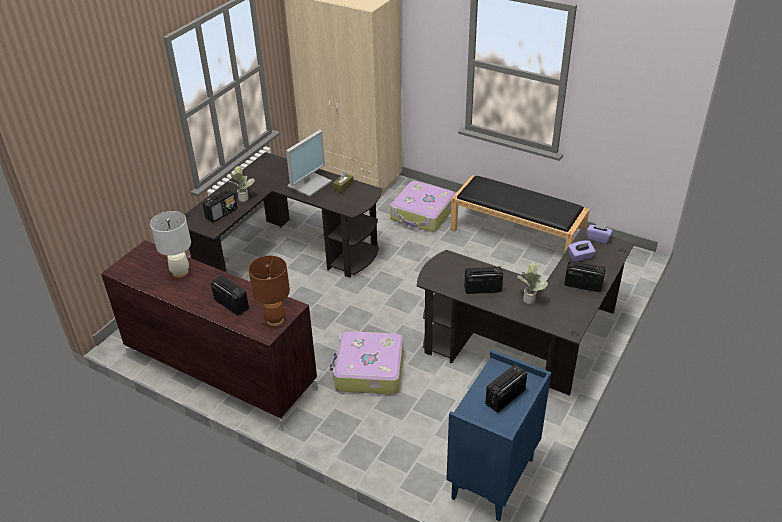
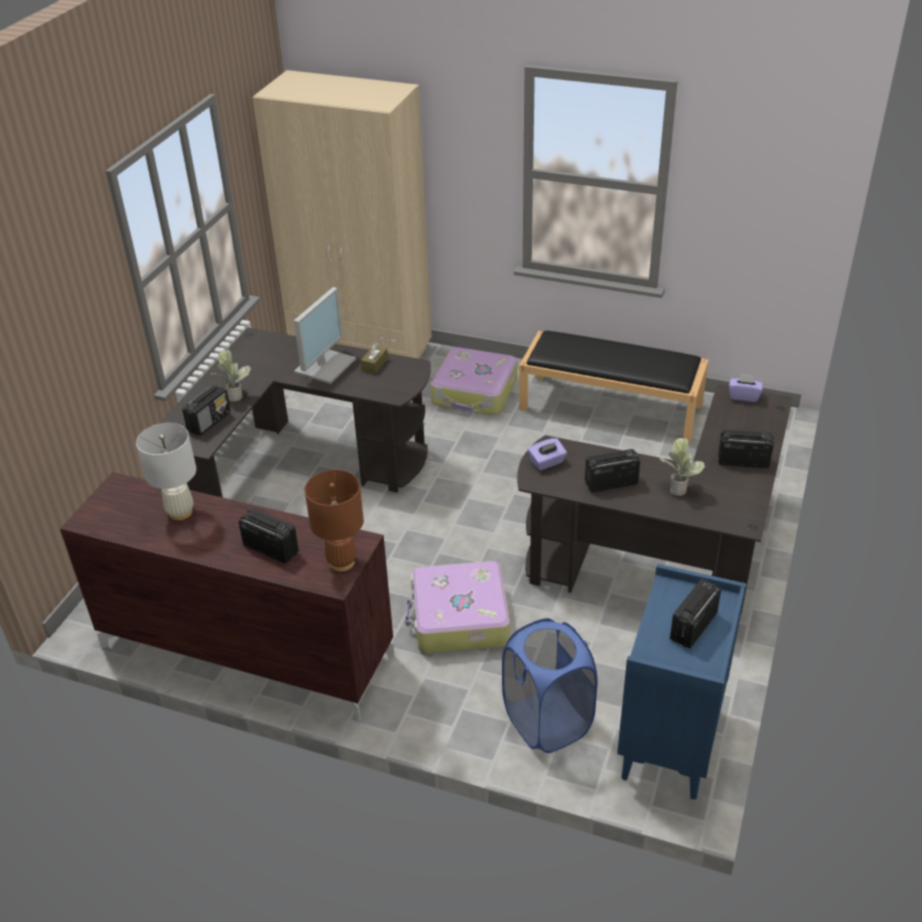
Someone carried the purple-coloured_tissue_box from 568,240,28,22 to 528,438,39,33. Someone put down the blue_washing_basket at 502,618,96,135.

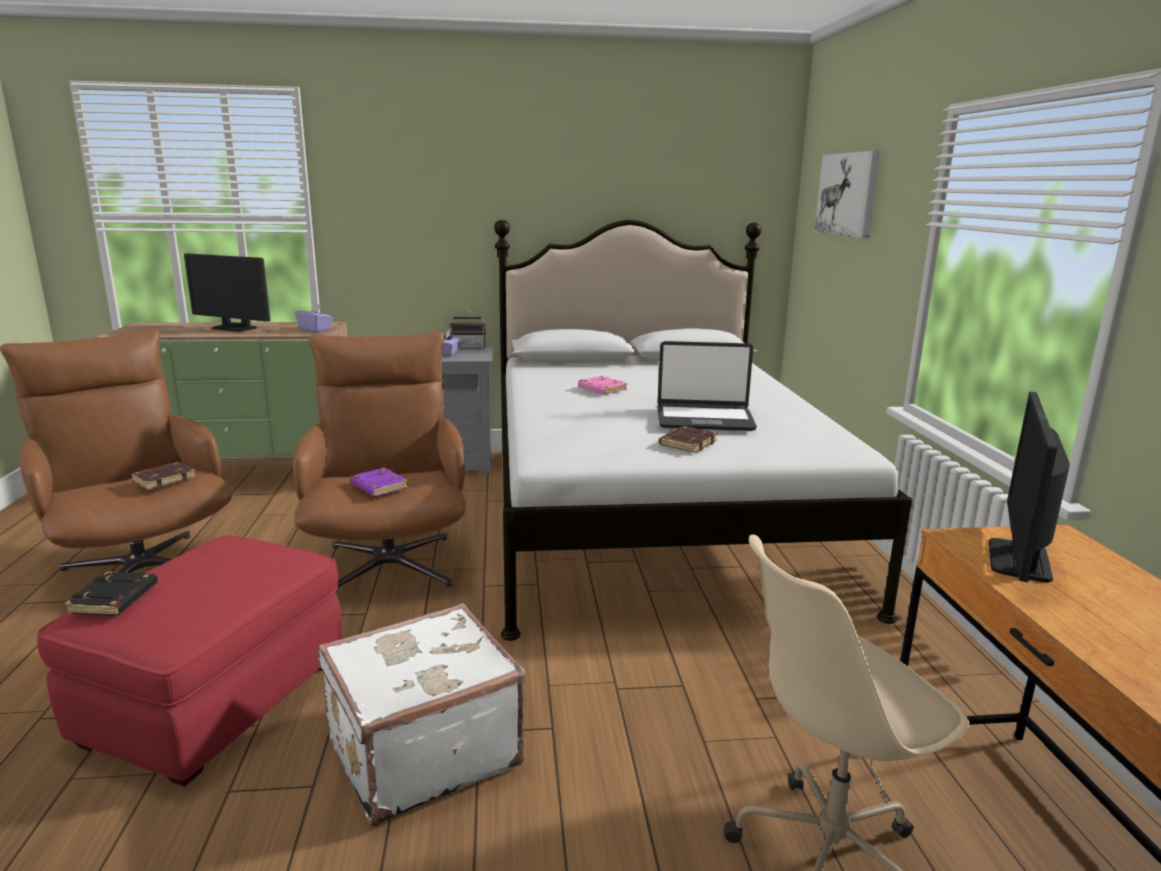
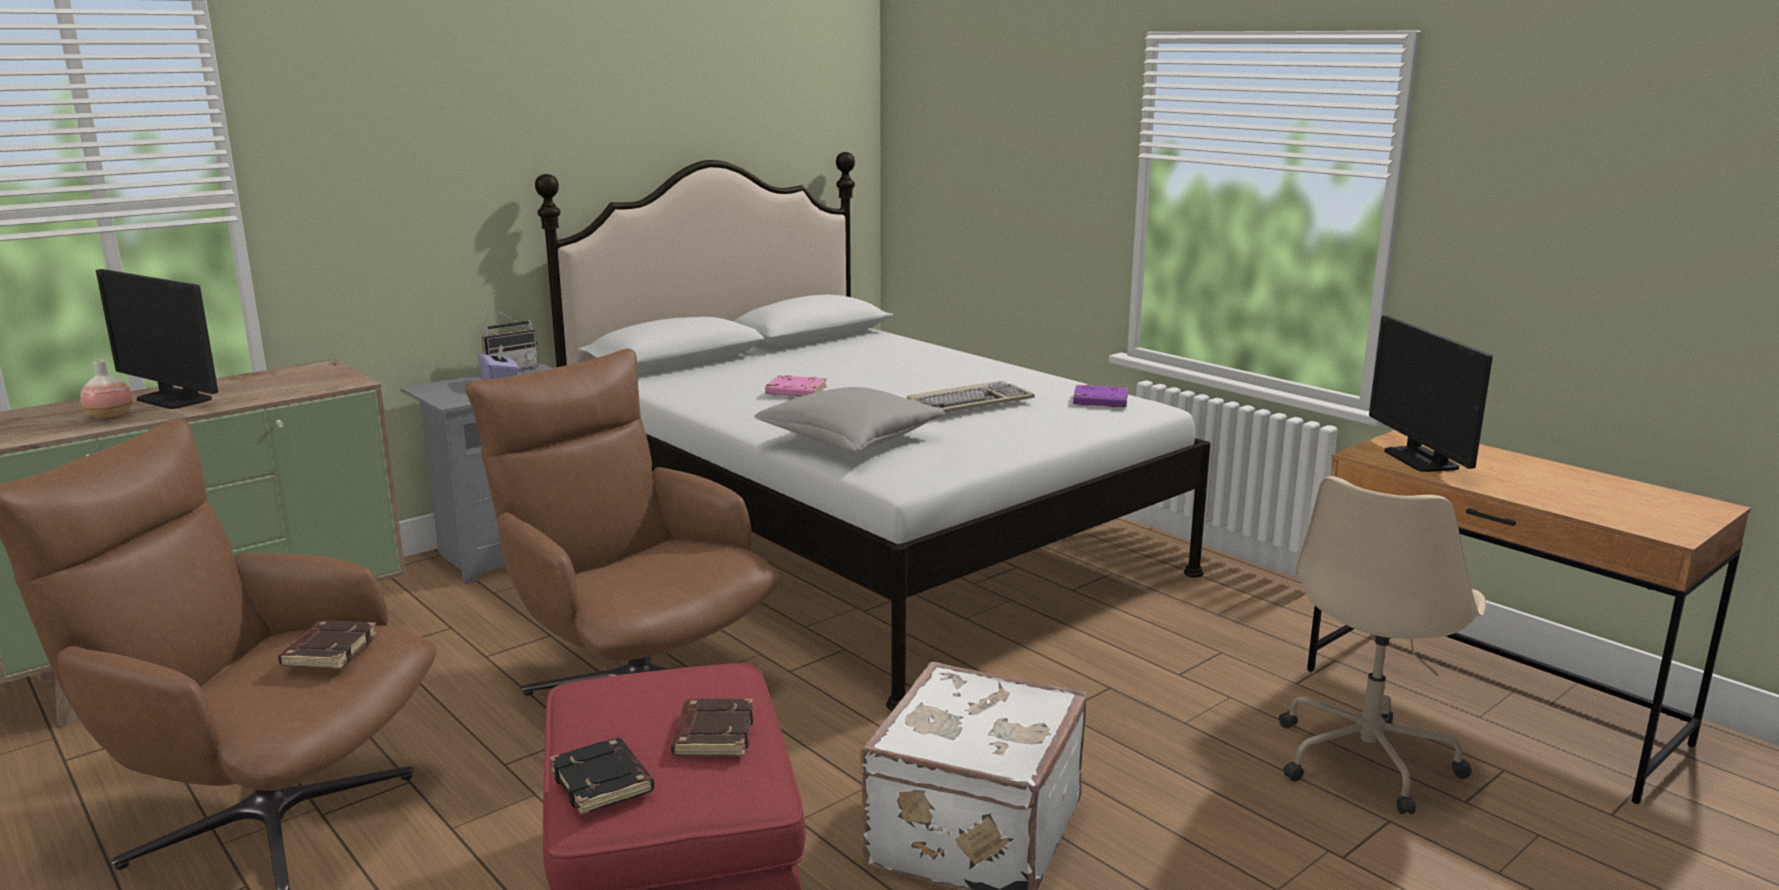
Someone rotated the computer_display at 184,253,86,79 by 45 degrees clockwise. Someone took away the purple-coloured_tissue_box at 295,303,38,30. Someone carried the purple-coloured_book from 350,468,58,28 to 1073,384,55,23. Someone swapped the laptop at 657,341,100,90 for the keyboard at 907,380,128,33. Someone carried the brown-coloured_book from 659,426,59,27 to 671,698,83,58. Someone took away the picture at 815,151,66,88. Someone put down the flower_vase at 80,360,53,60. Someone put down the grey_throw_pillow at 754,387,191,66.

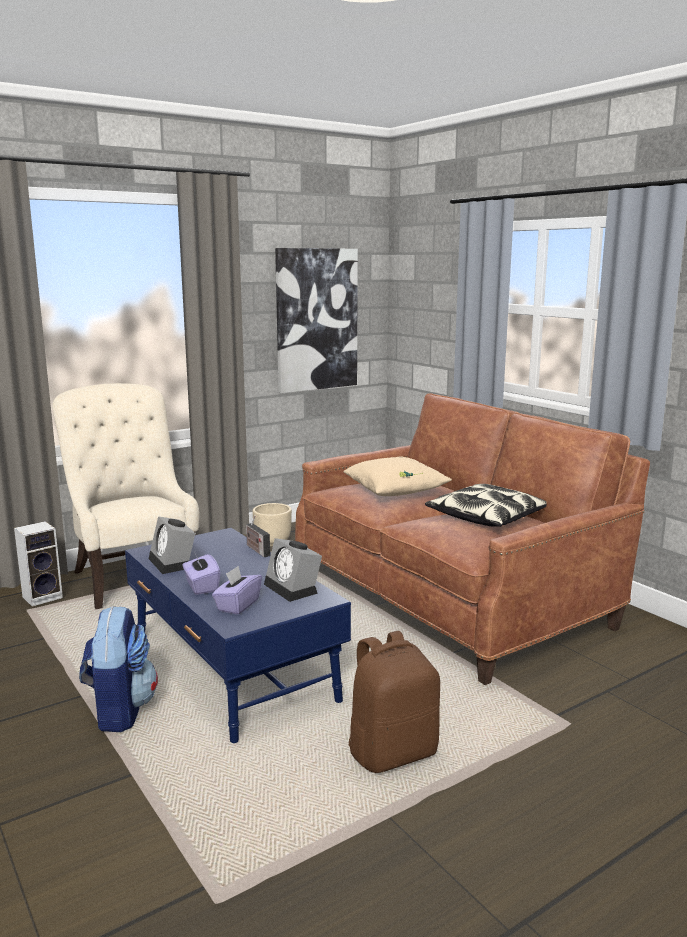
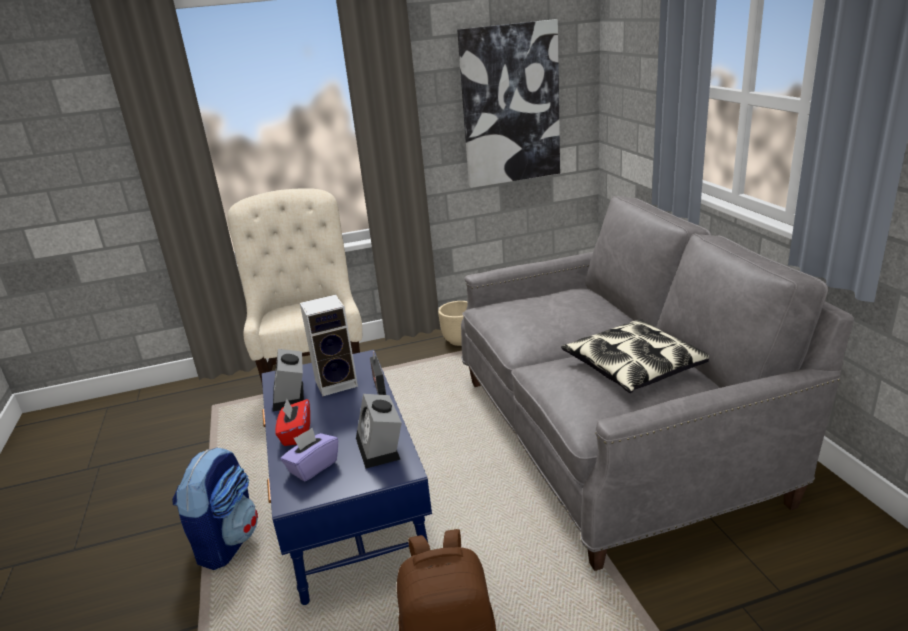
Someone carried the audio_speaker from 14,521,49,85 to 300,295,58,101. Someone repainted the purple-coloured_tissue_box at 182,552,38,43, which became the red-coloured_tissue_box at 275,399,35,47. Someone repainted the brown-coloured_couch at 295,393,355,292, which became the grey_couch at 461,196,393,375. Someone took away the beige-coloured_throw_pillow at 343,457,109,39.

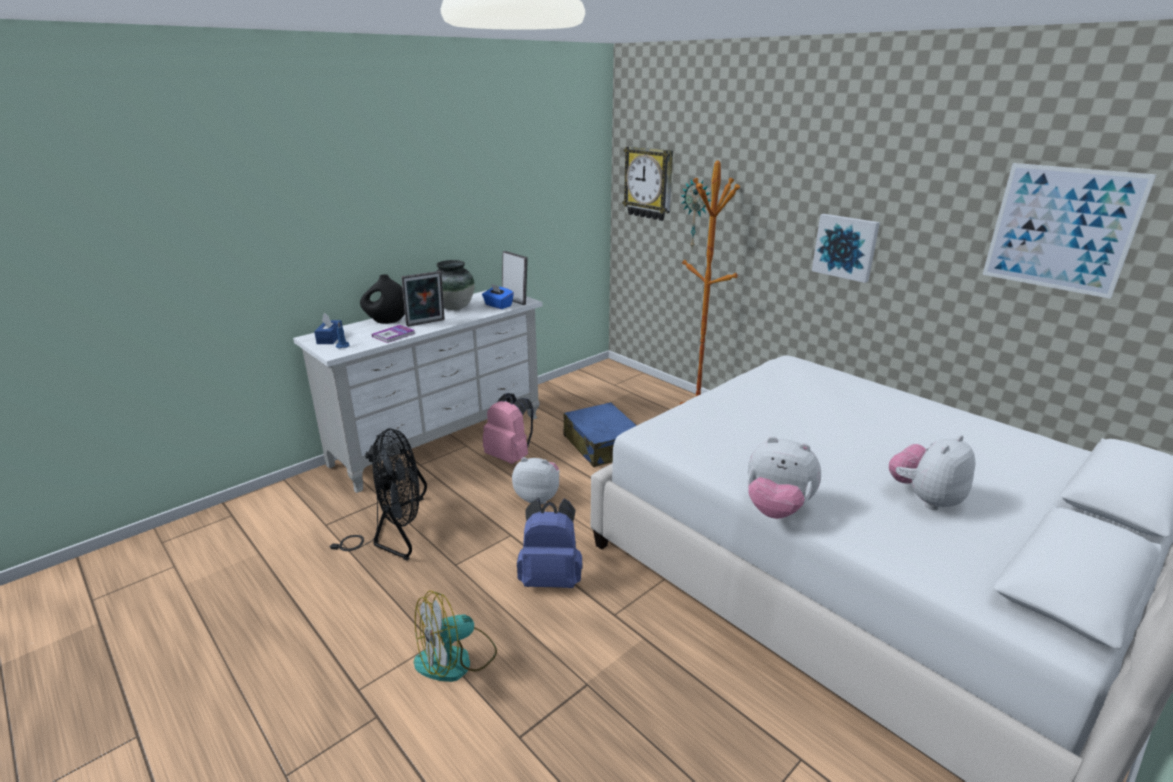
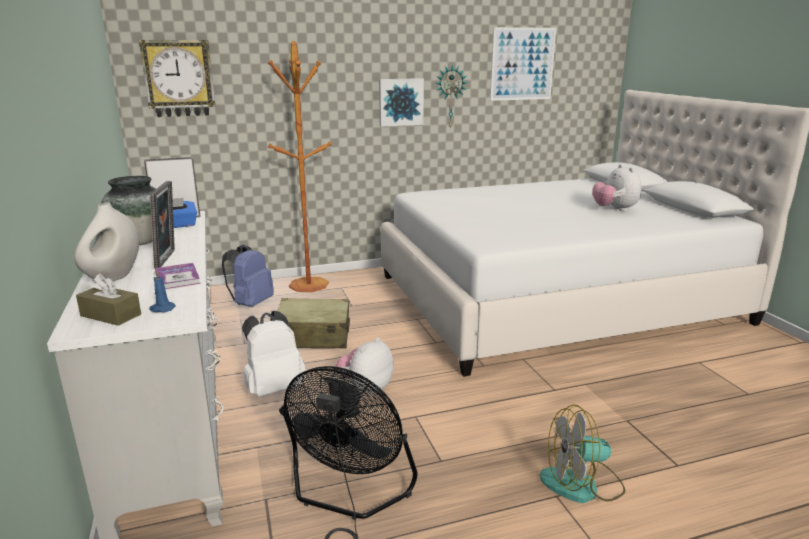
Someone repainted the blue_tissue_box at 314,313,29,31, which became the brown-coloured_tissue_box at 76,273,65,53. Someone repainted the blackish_flower_vase at 360,274,45,50, which became the white_flower_vase at 74,202,65,80. Someone rotated the electric_fan at 414,591,83,91 by 90 degrees clockwise. Someone repainted the pinkish_backpack at 483,393,51,71, which became the white_backpack at 242,311,64,86. Someone carried the blue_backpack from 517,498,66,90 to 222,245,52,62. Someone repainted the blue_suitcase at 563,402,74,65, which became the beige-coloured_suitcase at 277,298,73,51. Someone carried the clock_on_the_wall from 681,179,30,68 to 435,65,32,64. Someone took away the plush_toy at 747,436,74,83.

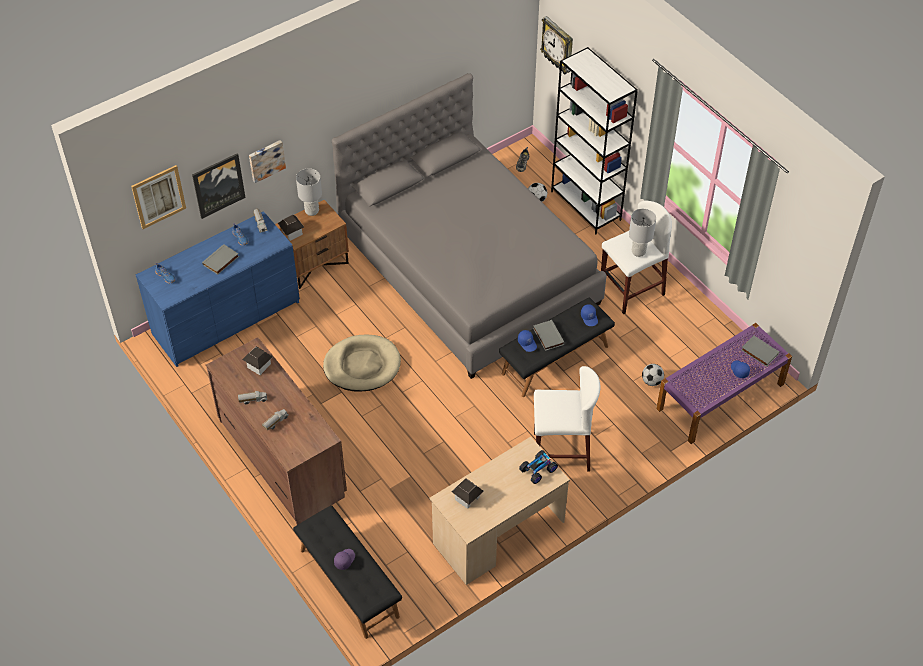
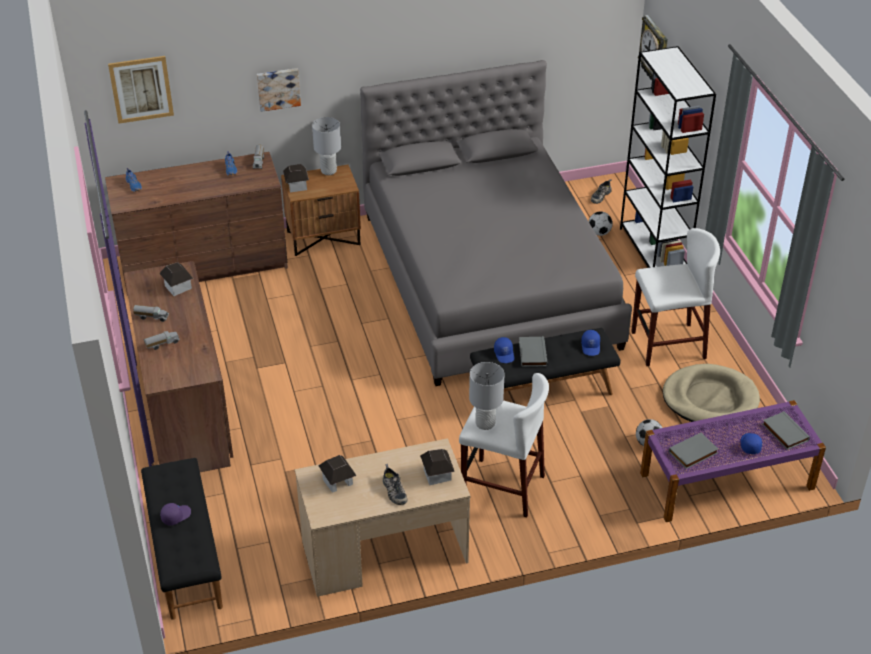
Someone repainted the blue_chest_of_drawers at 136,211,164,156, which became the brown-coloured_chest_of_drawers at 105,152,183,144. Someone took away the picture at 192,153,53,66. Someone carried the grey_book from 202,244,37,31 to 669,432,49,37. Someone carried the beige-coloured_dog_bed from 323,335,78,57 to 663,364,97,63. Someone swapped the miniature_car at 519,450,39,34 for the model_house at 420,449,35,36. Someone carried the grey_tabletop_lamp from 629,209,27,48 to 469,362,36,68. Someone put down the low_shoe at 383,464,25,41.

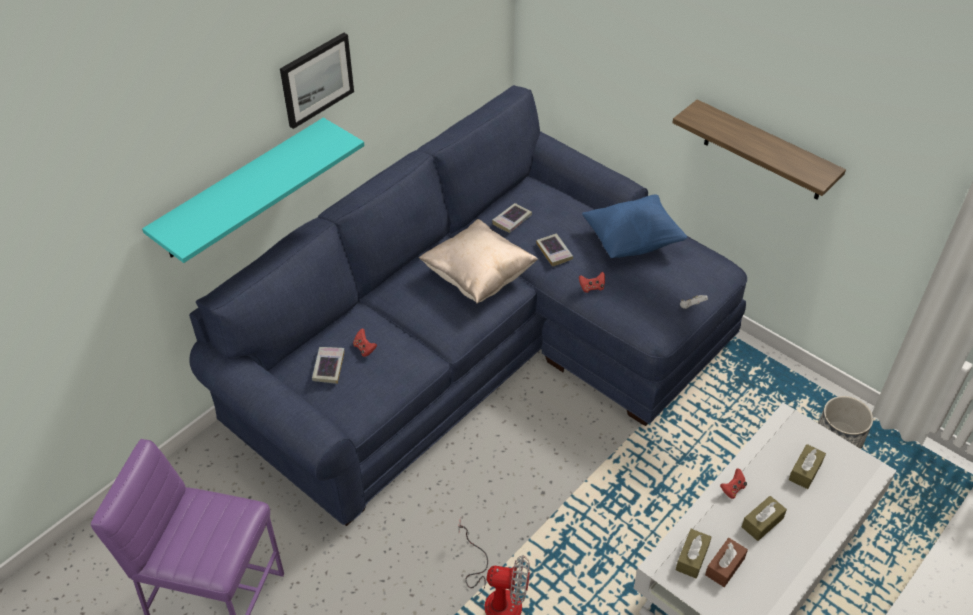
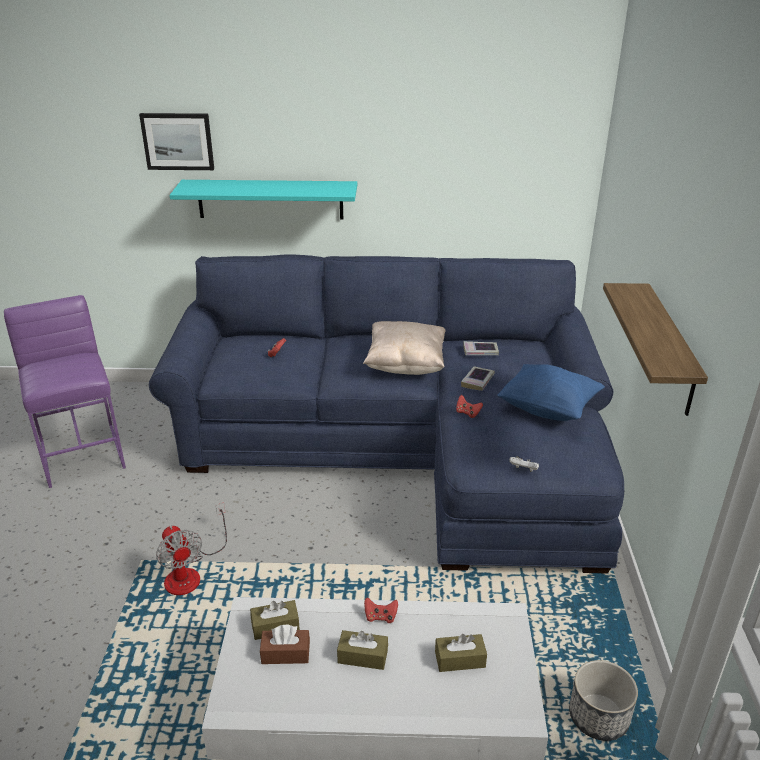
Someone carried the picture from 280,33,74,96 to 139,113,75,57. Someone took away the book at 312,347,33,37.

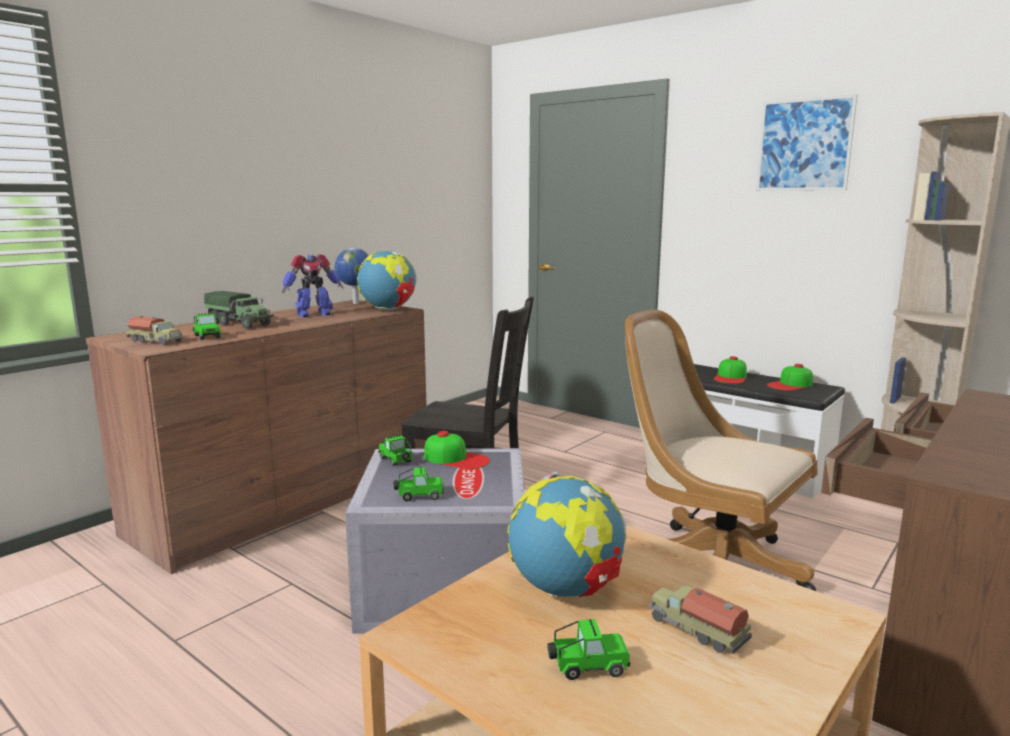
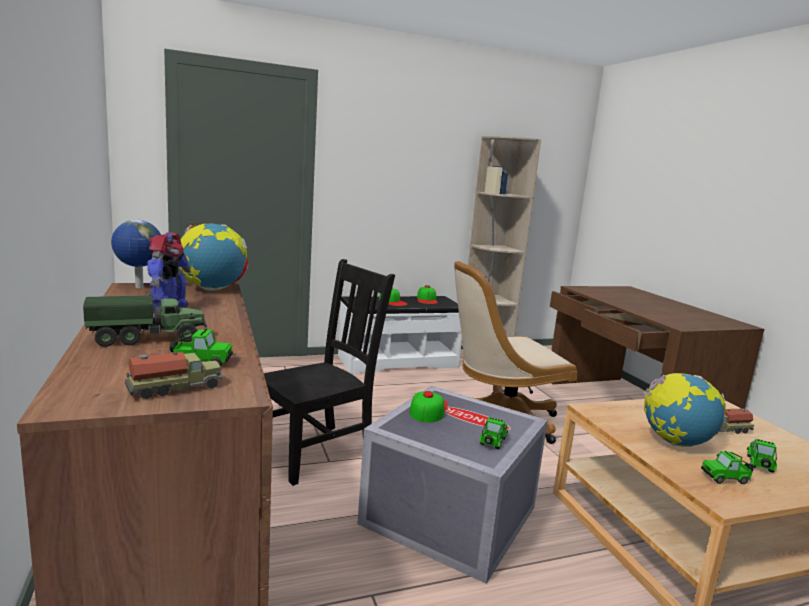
Someone carried the miniature_car from 378,435,35,31 to 701,451,52,33. Someone rotated the peaked_cap at 424,431,66,38 by 45 degrees counterclockwise. Someone took away the picture at 756,94,102,97.

